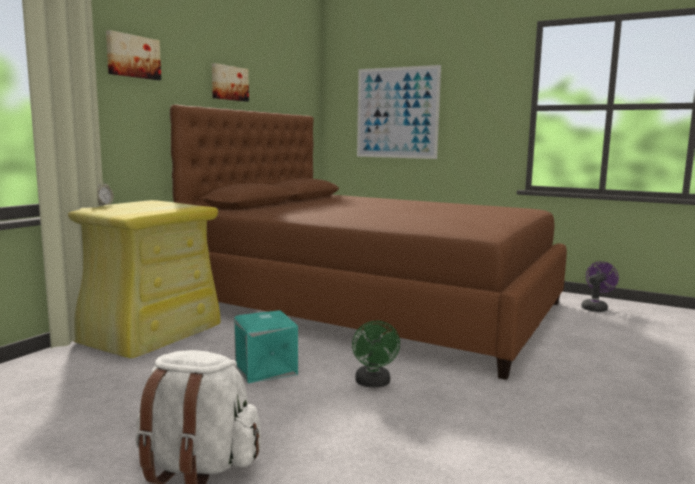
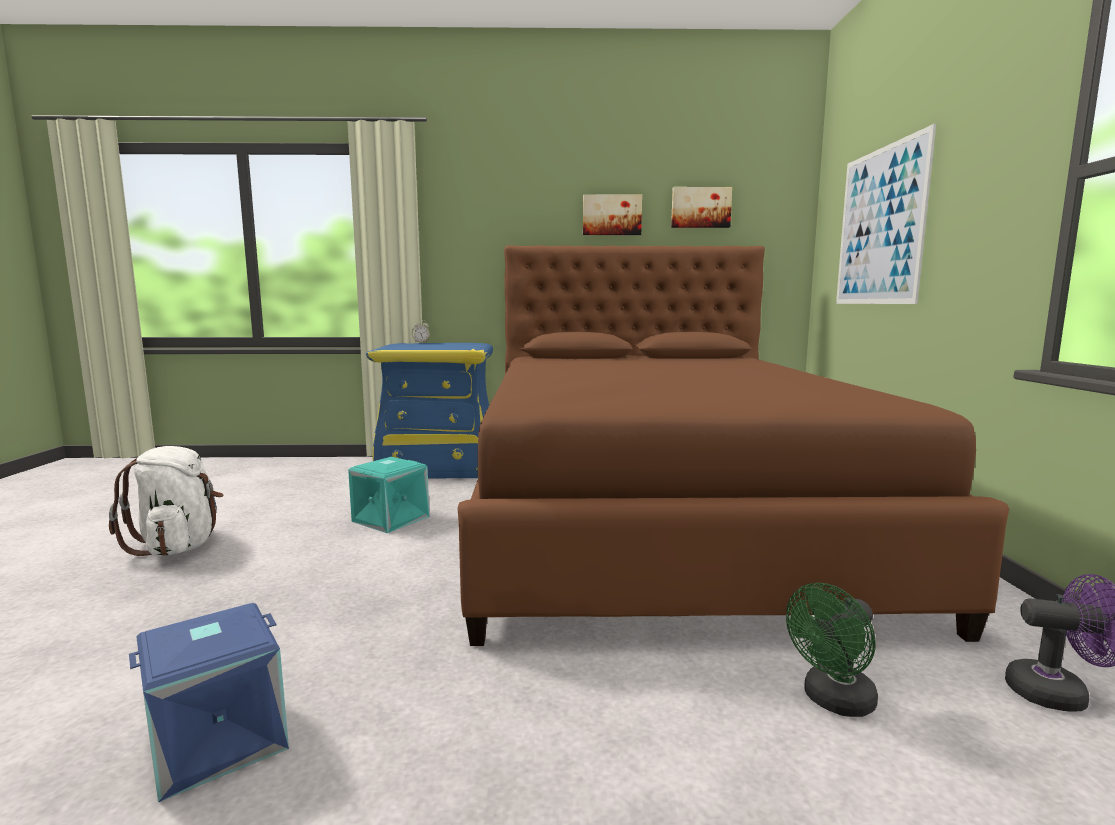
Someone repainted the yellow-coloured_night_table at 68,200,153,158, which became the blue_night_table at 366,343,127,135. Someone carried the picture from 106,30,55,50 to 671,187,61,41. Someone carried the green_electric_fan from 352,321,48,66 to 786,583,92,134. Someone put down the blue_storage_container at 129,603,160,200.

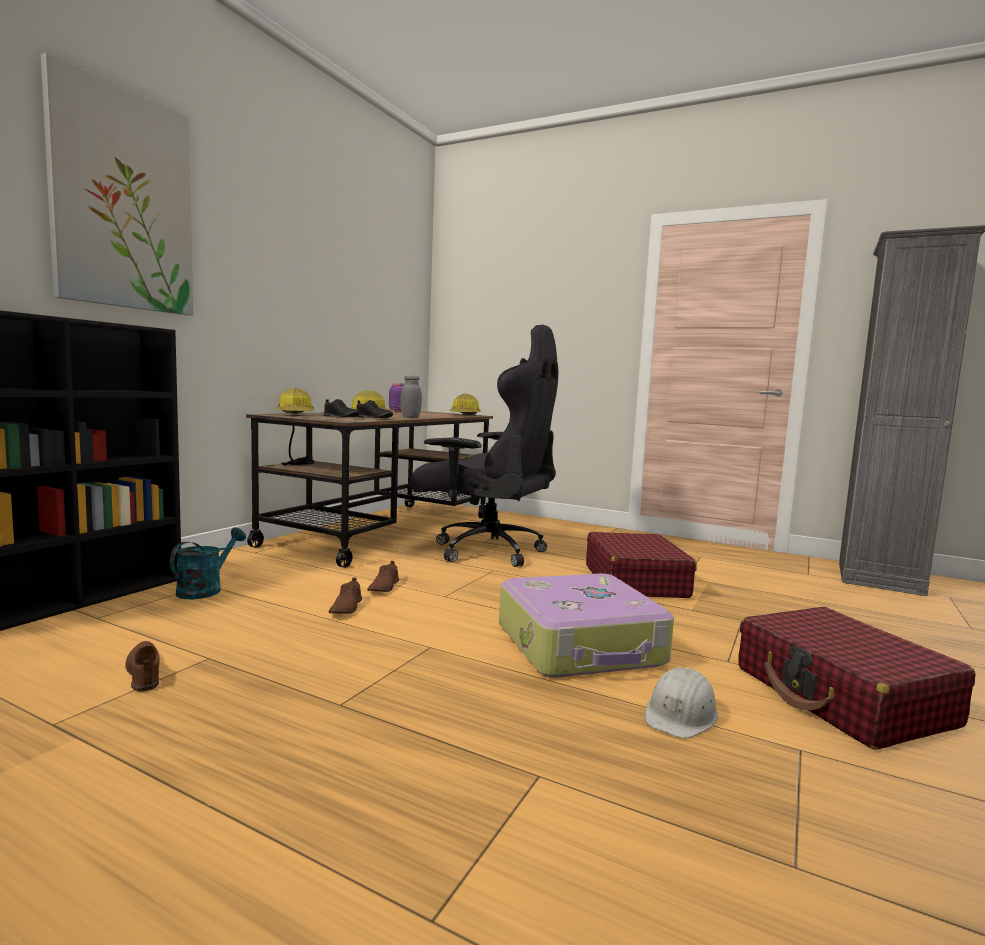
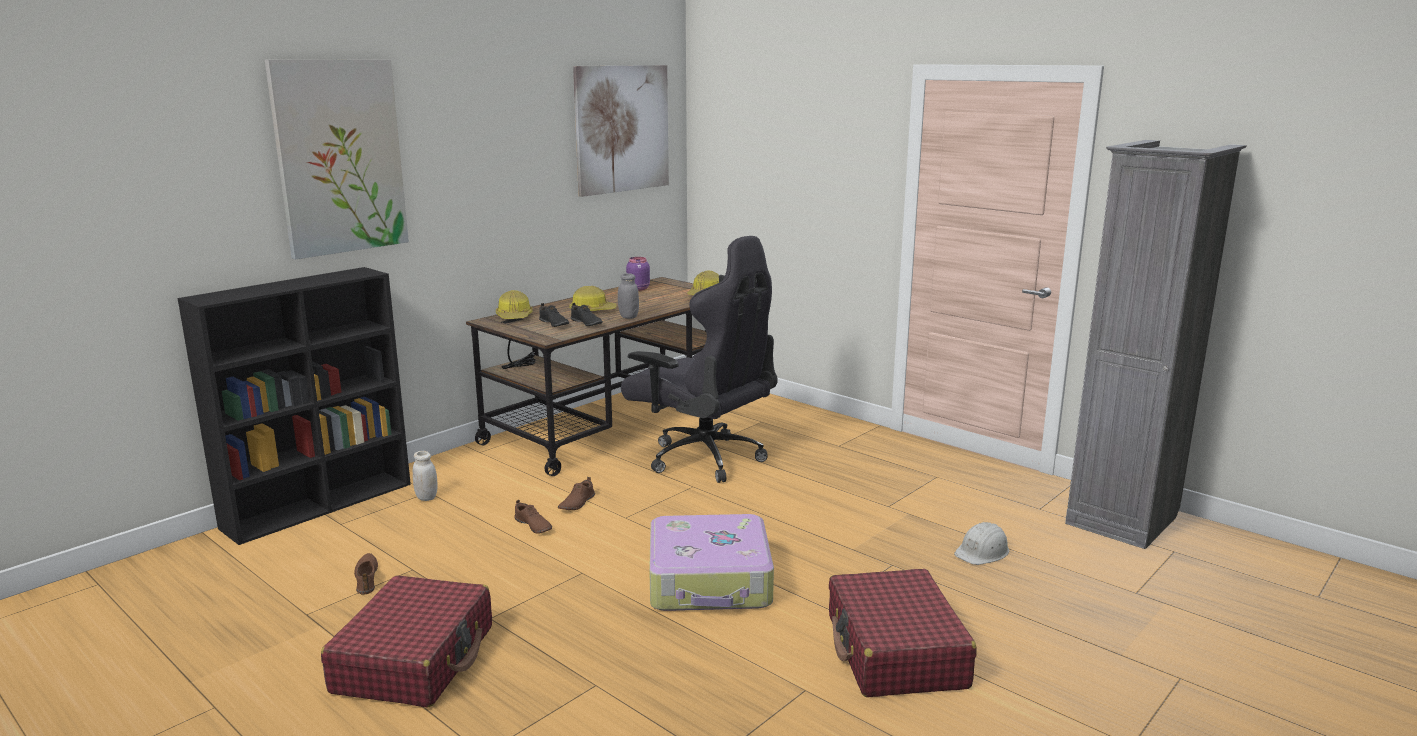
Someone swapped the turquoise_sprinkling_can at 170,527,76,72 for the white_jar at 413,451,25,50. Someone rotated the brown-coloured_low_shoe at 329,578,33,36 by 60 degrees counterclockwise. Someone carried the red-coloured_suitcase from 586,532,111,66 to 321,575,171,133. Someone carried the white_hard_hat from 645,667,73,71 to 954,522,55,43. Someone put up the picture at 573,65,96,132.

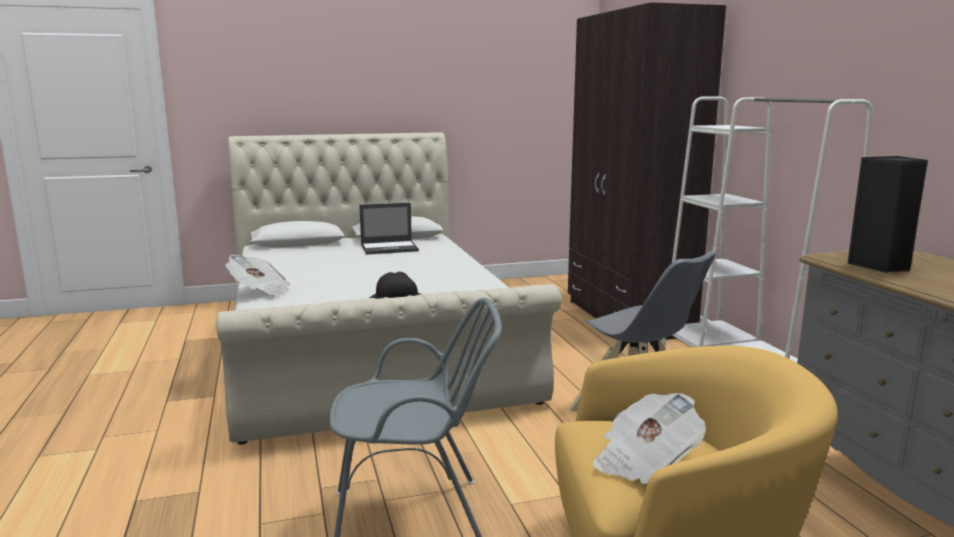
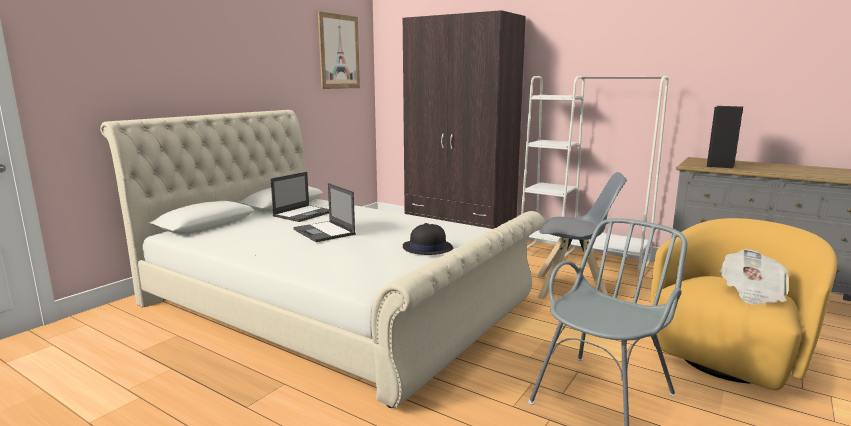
Someone took away the printed_paper at 226,255,64,41. Someone put down the laptop at 293,183,63,59. Someone put up the picture at 318,11,42,78.

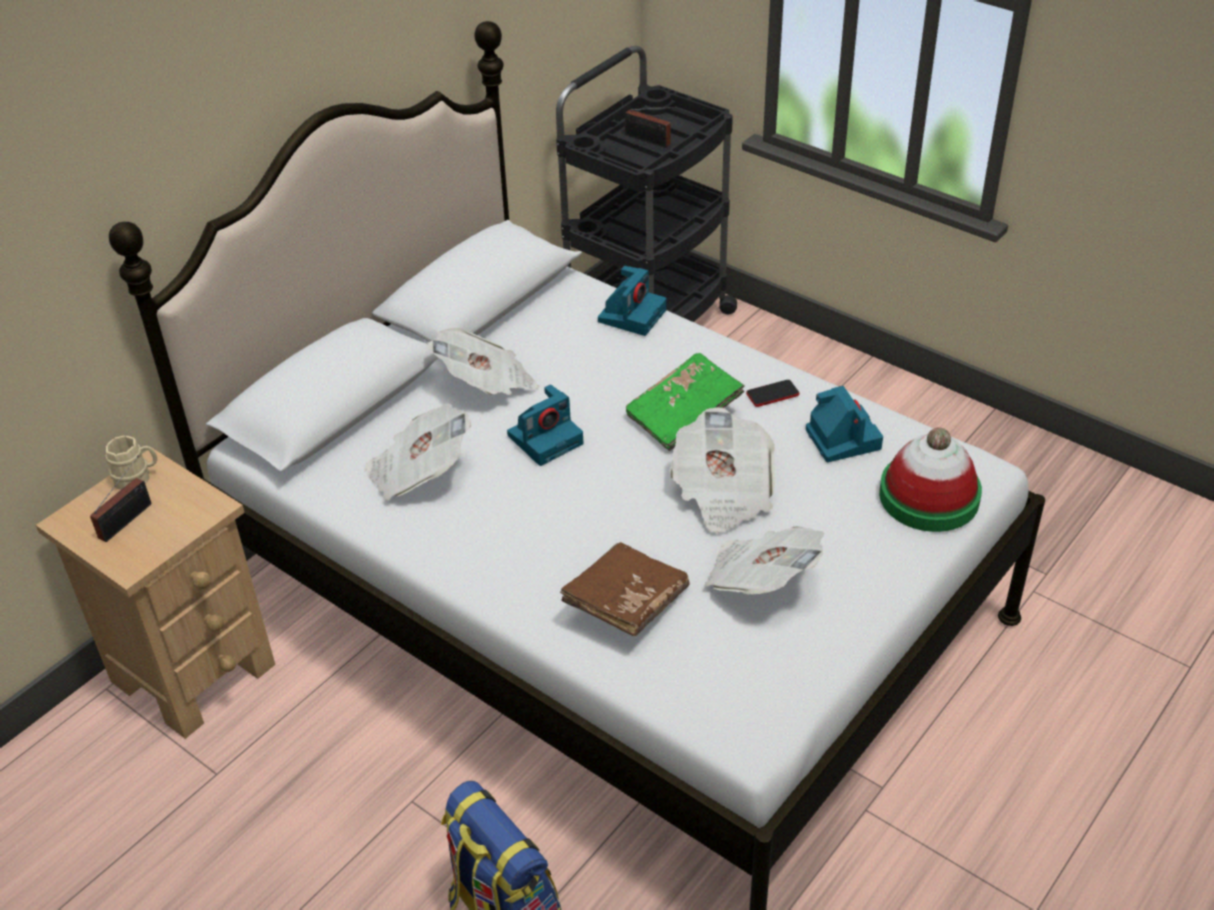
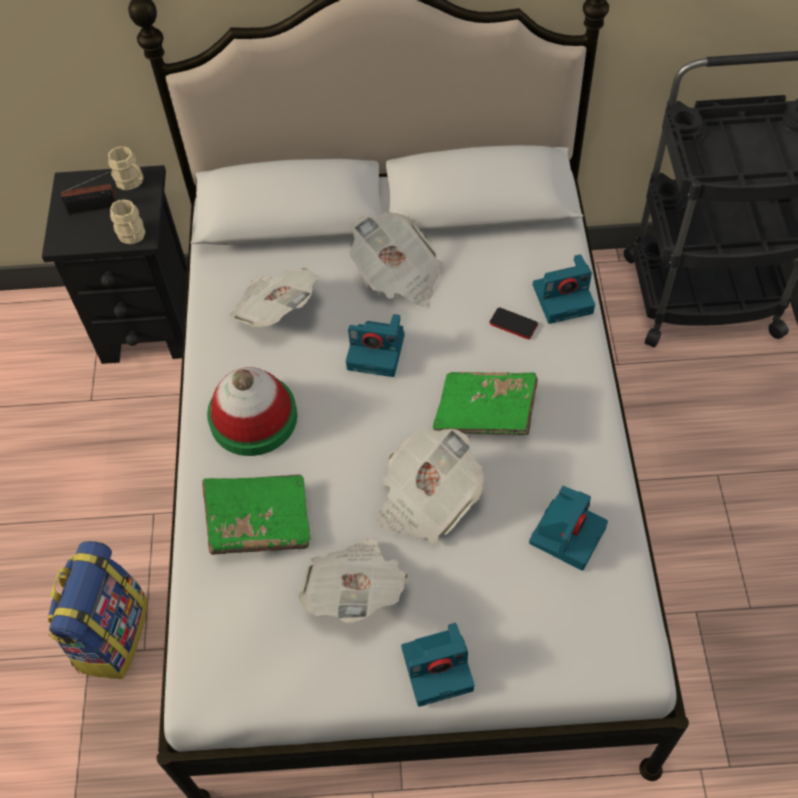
Someone repainted the beige-coloured_night_table at 36,447,239,292, which became the blackish_night_table at 42,165,146,199. Someone repainted the brown-coloured_book at 560,542,130,94, which became the green_book at 202,474,108,81. Someone took away the radio_receiver at 625,107,50,41. Someone carried the phone from 746,380,53,27 to 489,308,49,31. Someone carried the clothing_hat from 879,427,103,105 to 207,367,90,89. Someone put down the beige-coloured_tea_mug at 110,200,35,44. Someone put down the still_camera at 401,623,73,84.

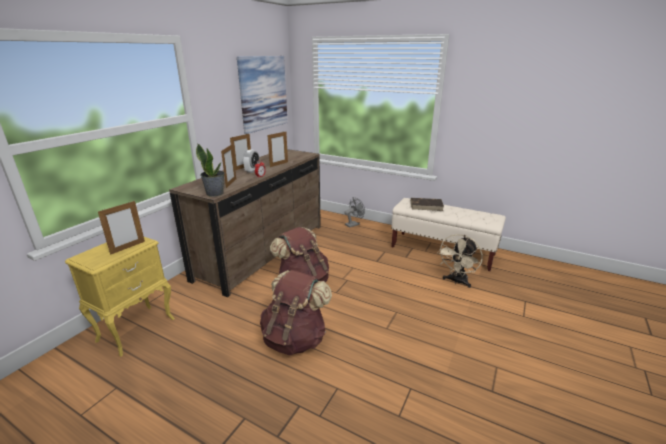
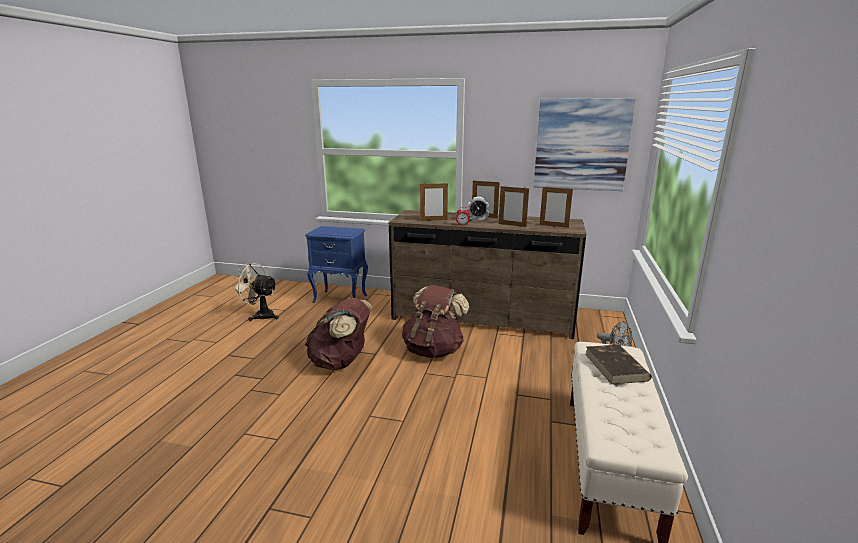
Someone repainted the yellow-coloured_night_table at 65,237,110,120, which became the blue_night_table at 305,226,63,77. Someone carried the photo_frame from 98,201,47,54 to 540,187,33,41. Someone took away the plant_in_a_pot at 196,144,29,53. Someone carried the beige-coloured_electric_fan from 437,234,46,54 to 231,262,48,59.

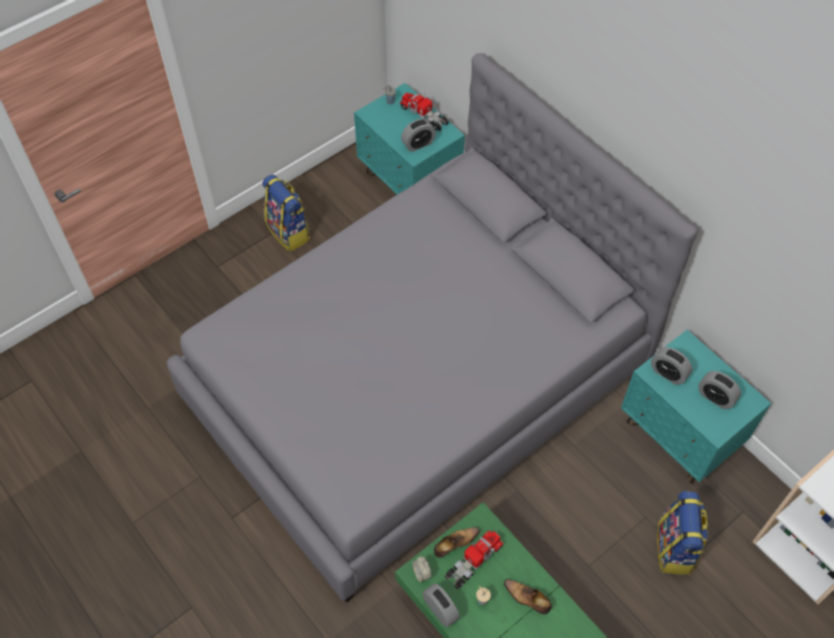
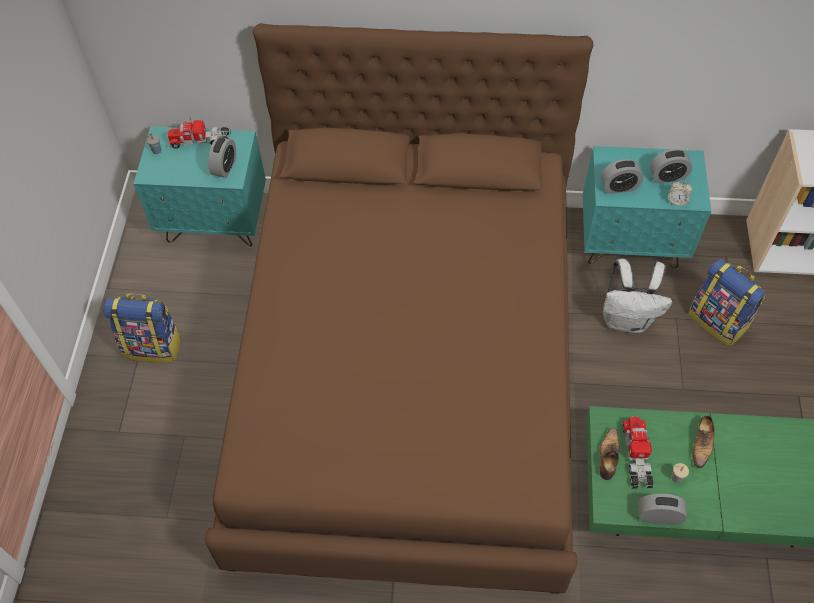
Someone repainted the grey_sleeping_bed at 167,53,531,549, which became the brown-coloured_sleeping_bed at 205,23,389,571. Someone carried the alarm_clock from 412,556,20,26 to 668,181,24,25. Someone rotated the low_shoe at 504,579,48,35 by 60 degrees counterclockwise. Someone put down the white_backpack at 603,259,69,74.

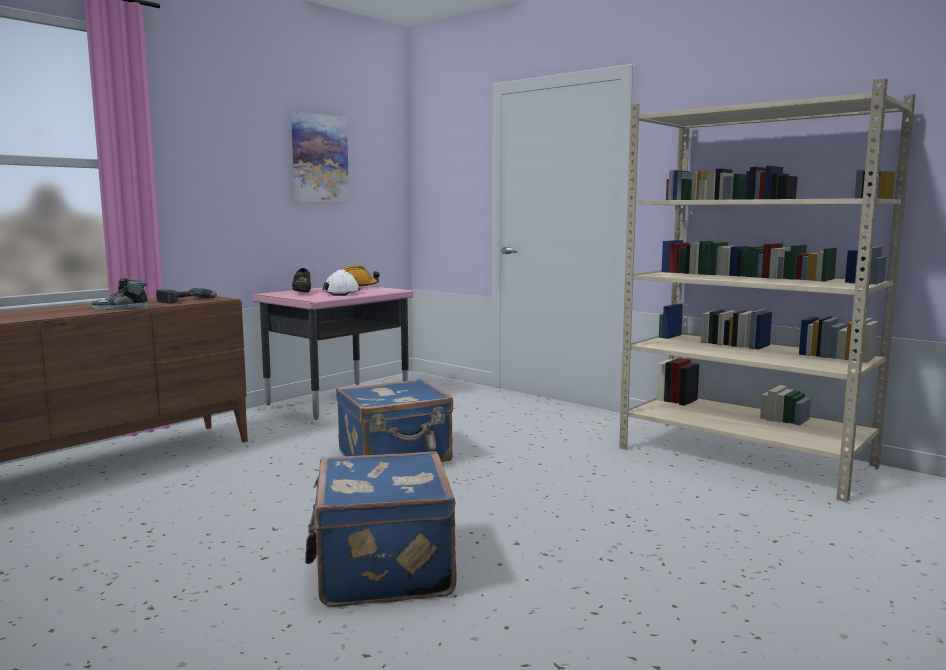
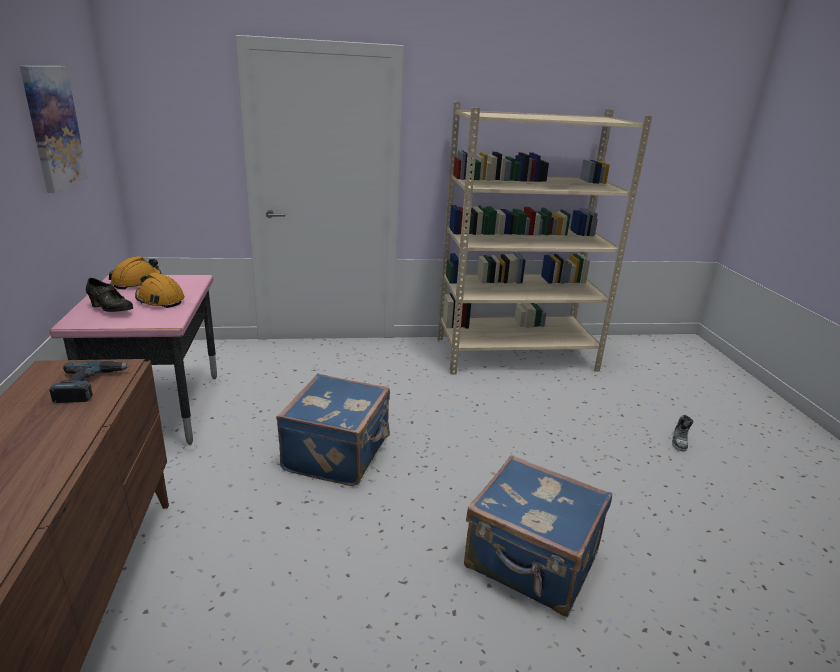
Someone carried the low_shoe from 92,278,57,32 to 672,415,22,37. Someone repainted the white_hard_hat at 322,270,39,26, which became the orange-coloured_hard_hat at 135,272,50,36.

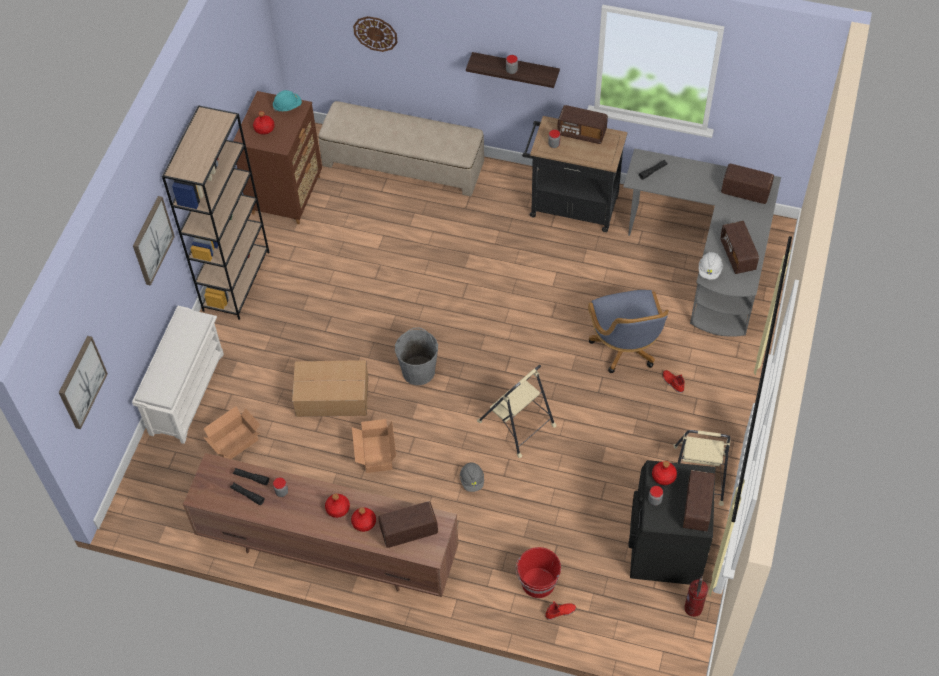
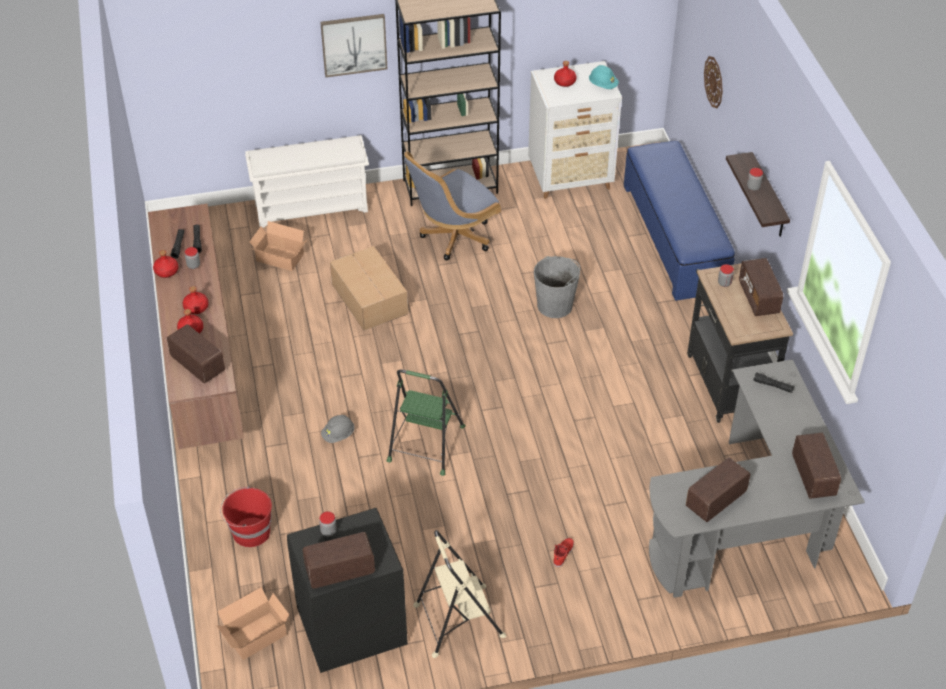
Someone took away the picture at 59,336,49,93. Someone repainted the brown-coloured_chest_of_drawers at 233,91,89,133, which became the white_chest_of_drawers at 528,61,94,138. Someone repainted the beige-coloured_indoor_bench at 318,101,166,95, which became the blue_indoor_bench at 624,141,111,160. Someone carried the cardboard_box from 352,419,44,54 to 216,587,73,73. Someone carried the grey_bucket from 395,327,43,58 to 534,256,46,62. Someone repainted the beige-coloured_step_stool at 477,365,80,93, which became the green_step_stool at 386,370,80,106. Someone took away the red-coloured_low_shoe at 545,601,31,19. Someone carried the blue_office_chair from 588,290,81,83 to 404,152,97,108. Someone carried the red-coloured_bottle from 652,461,25,24 to 153,250,25,28. Someone took away the fire_extinguisher at 684,574,24,43. Someone took away the white_hard_hat at 699,252,24,28.

